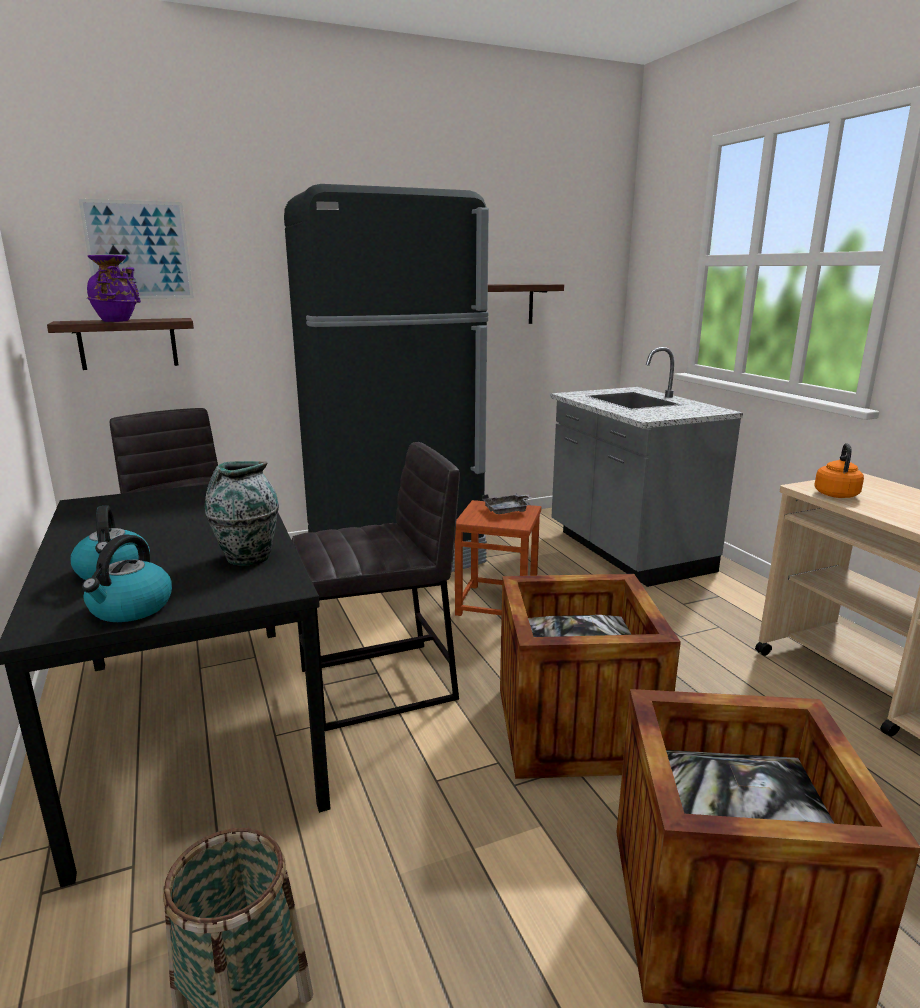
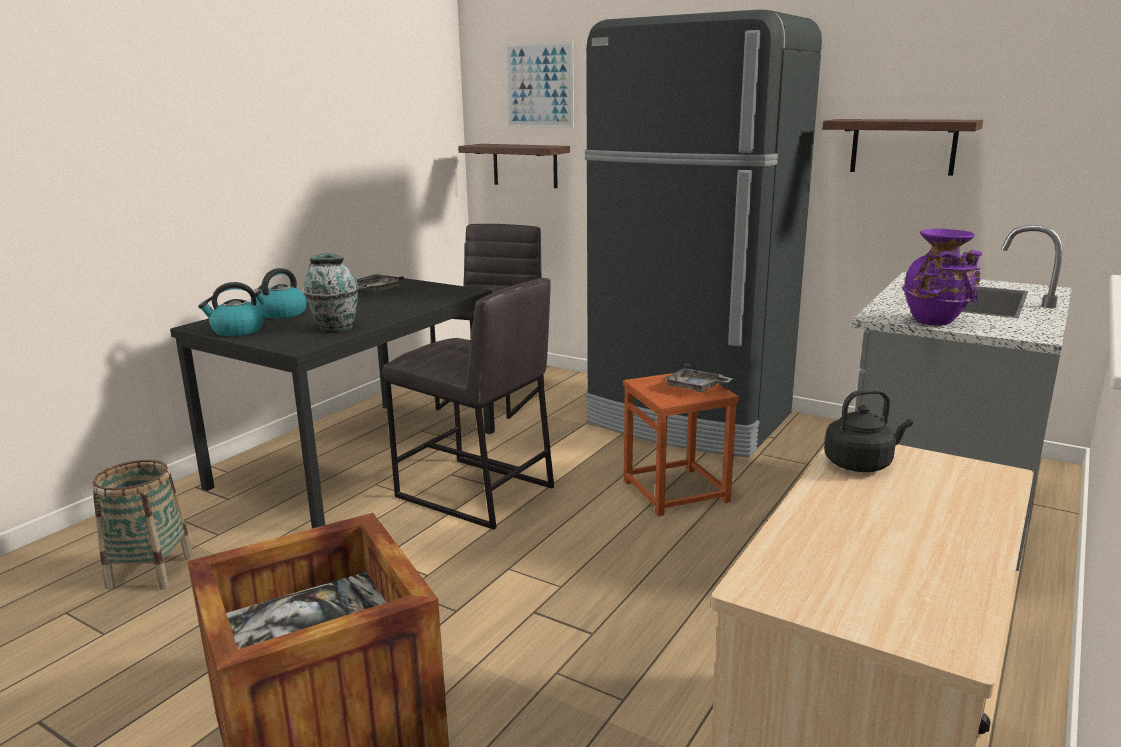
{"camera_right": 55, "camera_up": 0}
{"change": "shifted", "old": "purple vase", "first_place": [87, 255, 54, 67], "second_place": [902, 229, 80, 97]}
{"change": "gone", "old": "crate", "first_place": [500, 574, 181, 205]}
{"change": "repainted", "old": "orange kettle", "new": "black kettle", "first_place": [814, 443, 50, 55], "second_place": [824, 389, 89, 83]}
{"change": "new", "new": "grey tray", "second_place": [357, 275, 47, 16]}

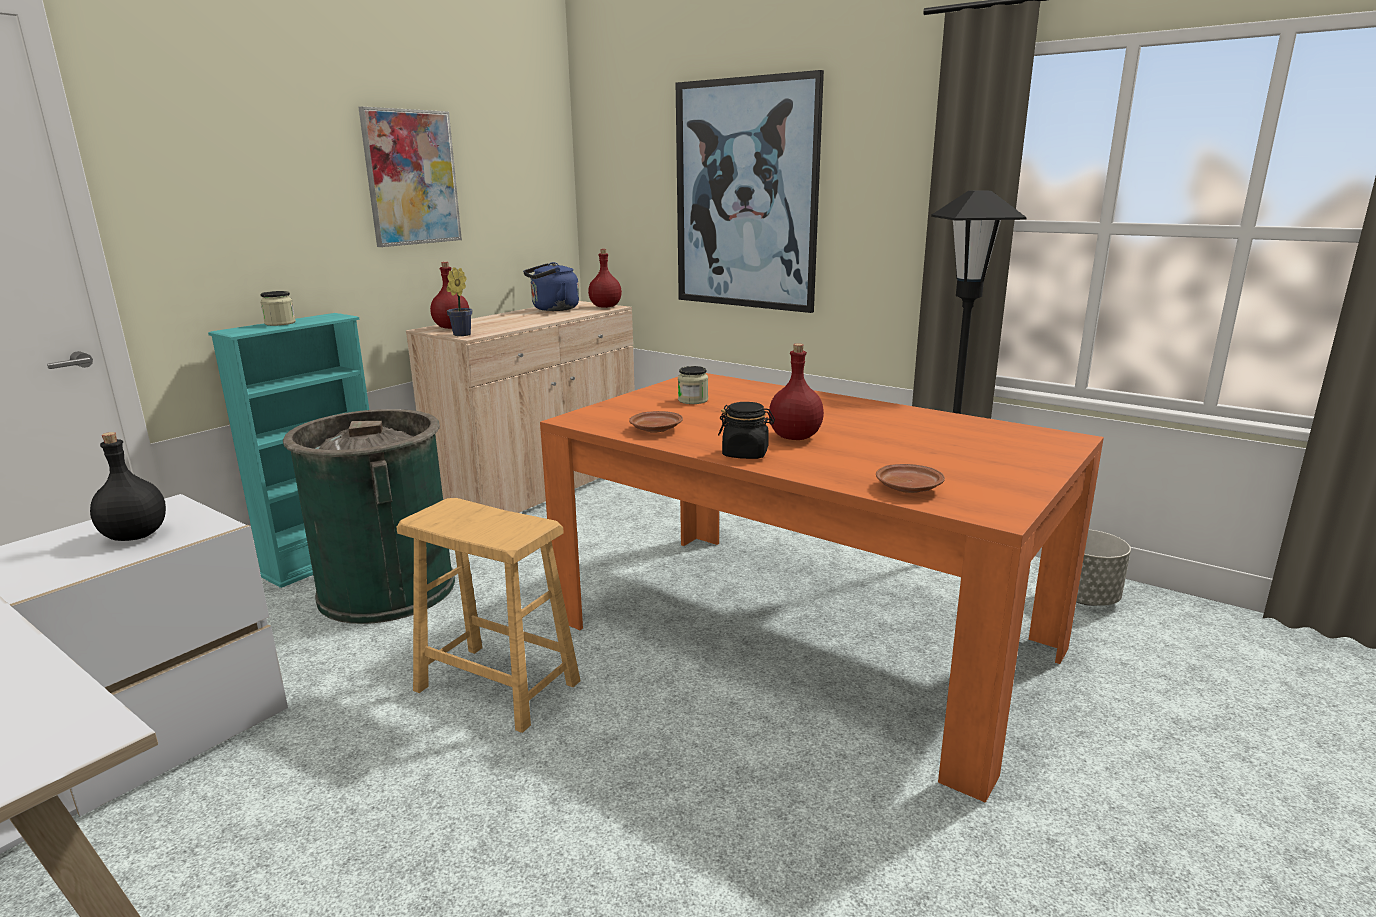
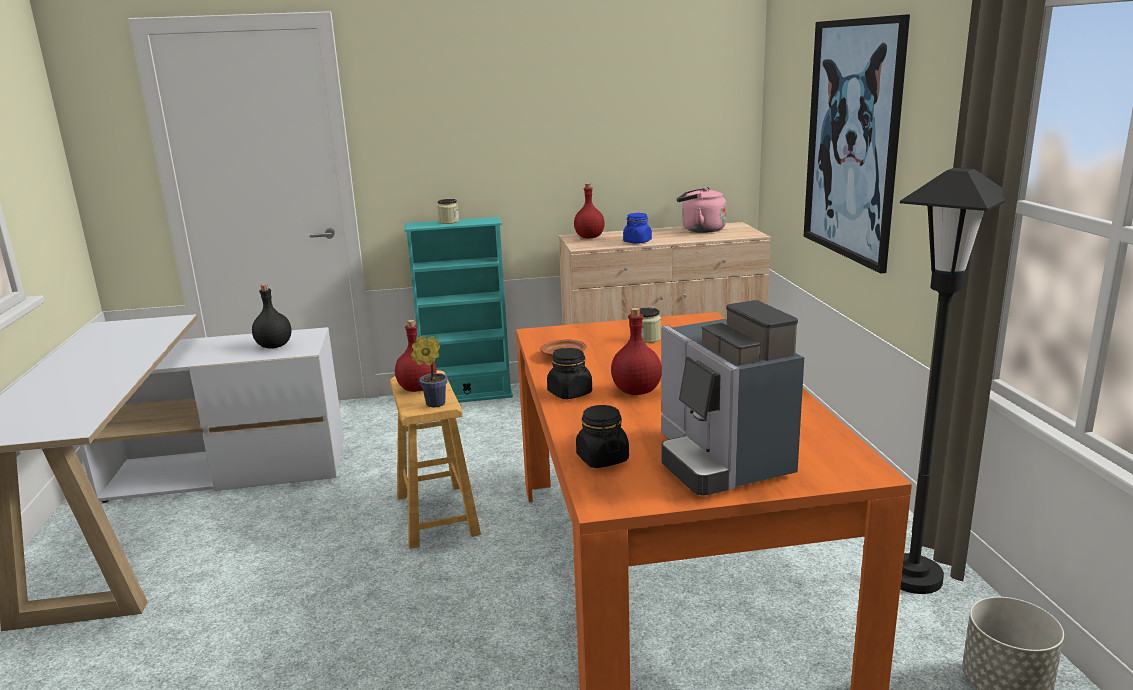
{"camera_right": 45, "camera_up": 0}
{"change": "gone", "old": "green trash can", "first_place": [283, 409, 172, 215]}
{"change": "gone", "old": "picture", "first_place": [358, 107, 104, 140]}
{"change": "shifted", "old": "potted plant", "first_place": [447, 267, 26, 69], "second_place": [411, 336, 36, 71]}
{"change": "repainted", "old": "blue kettle", "new": "pink kettle", "first_place": [523, 262, 56, 49], "second_place": [677, 187, 50, 46]}
{"change": "shifted", "old": "red bottle", "first_place": [588, 249, 34, 59], "second_place": [395, 320, 41, 72]}
{"change": "swapped", "old": "brown plate", "new": "black jar", "first_place": [876, 464, 69, 29], "second_place": [576, 405, 53, 63]}
{"change": "new", "new": "blue jar", "second_place": [623, 213, 29, 31]}
{"change": "new", "new": "coffee machine", "second_place": [661, 300, 143, 196]}

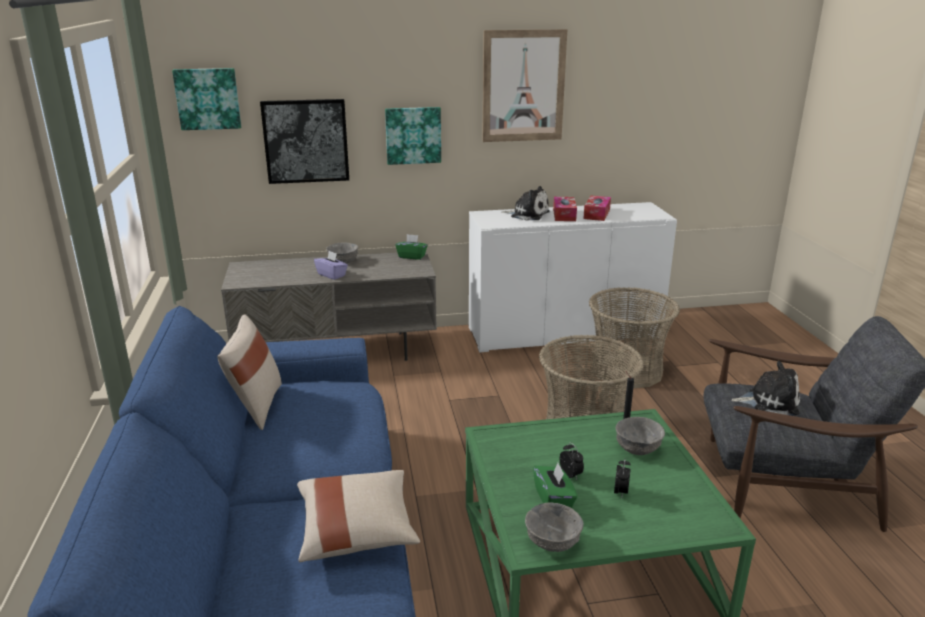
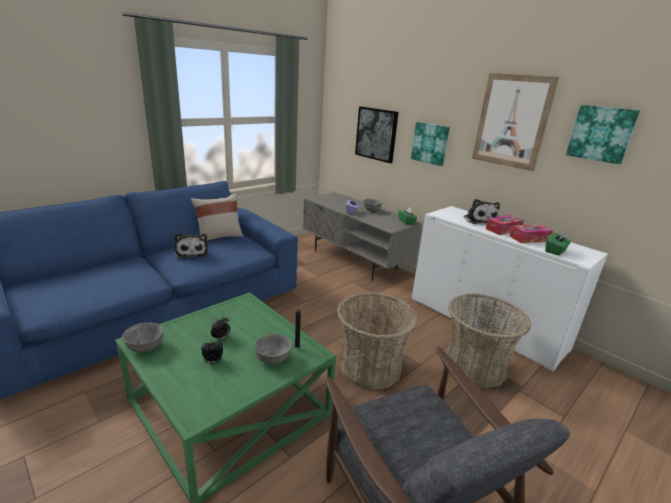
{"camera_right": 55, "camera_up": 0}
{"change": "shifted", "old": "picture", "first_place": [172, 68, 69, 62], "second_place": [566, 105, 74, 59]}
{"change": "gone", "old": "beige pillow", "first_place": [297, 470, 123, 92]}
{"change": "shifted", "old": "green tissue box", "first_place": [533, 463, 44, 45], "second_place": [545, 232, 26, 24]}
{"change": "shifted", "old": "plush toy", "first_place": [731, 361, 69, 55], "second_place": [174, 233, 34, 26]}

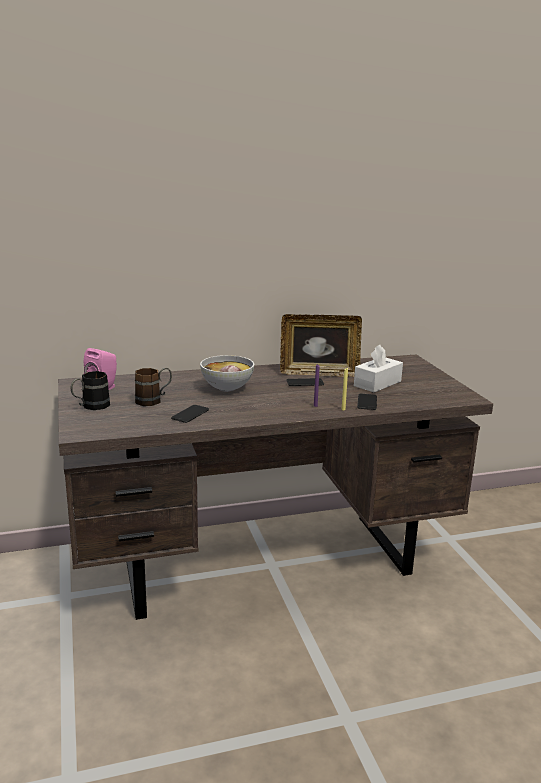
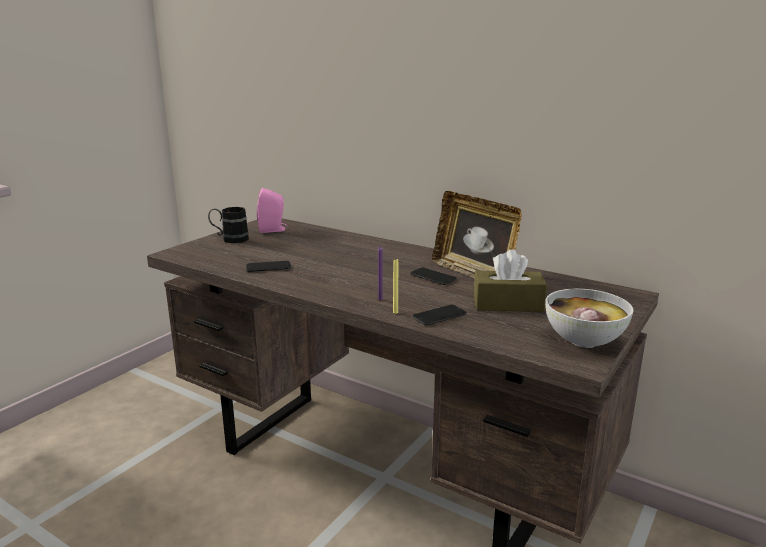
{"camera_right": 50, "camera_up": 0}
{"change": "gone", "old": "brown mug", "first_place": [135, 368, 37, 38]}
{"change": "shifted", "old": "bowl", "first_place": [200, 355, 54, 37], "second_place": [545, 289, 88, 59]}
{"change": "repainted", "old": "white tissue box", "new": "brown tissue box", "first_place": [354, 344, 49, 48], "second_place": [474, 249, 73, 63]}

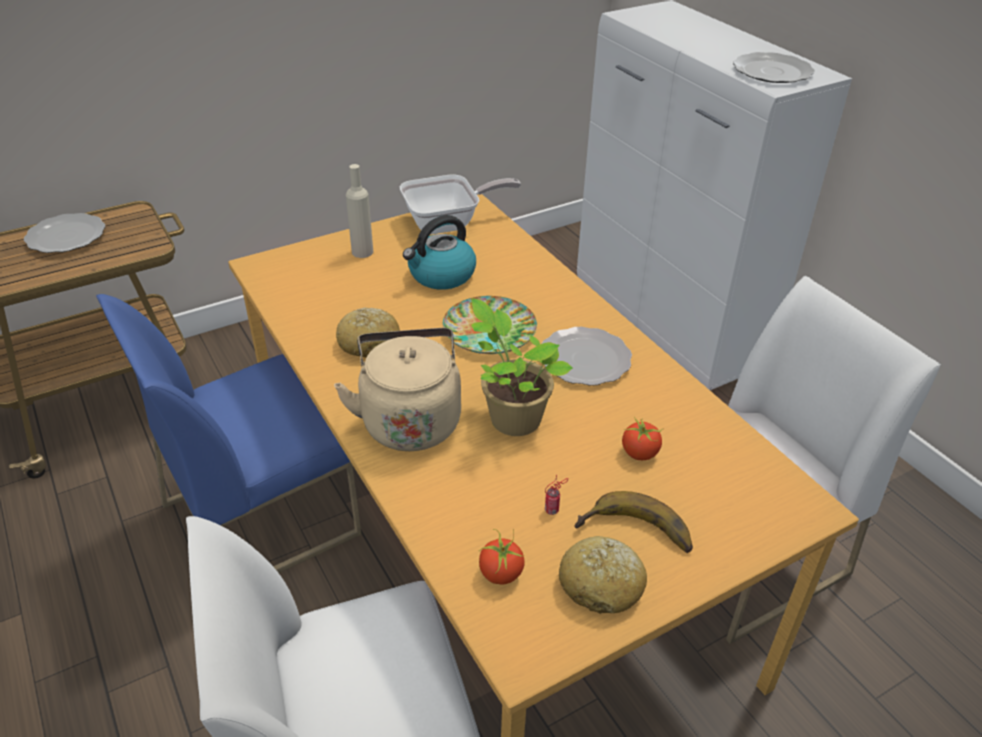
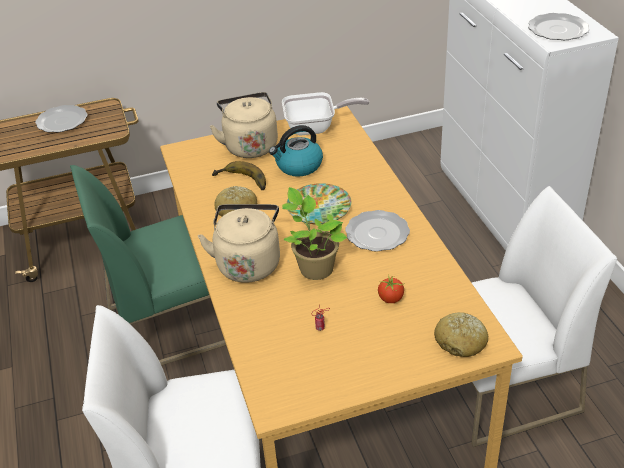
{"camera_right": 15, "camera_up": 0}
{"change": "repainted", "old": "blue chair", "new": "green chair", "first_place": [96, 294, 265, 279], "second_place": [70, 165, 156, 201]}
{"change": "swapped", "old": "beige bottle", "new": "beige kettle", "first_place": [346, 164, 27, 94], "second_place": [210, 92, 68, 66]}
{"change": "gone", "old": "tomato", "first_place": [478, 529, 47, 56]}
{"change": "shifted", "old": "bread", "first_place": [559, 536, 88, 78], "second_place": [434, 312, 54, 45]}
{"change": "shifted", "old": "banana", "first_place": [574, 491, 119, 62], "second_place": [212, 161, 54, 29]}

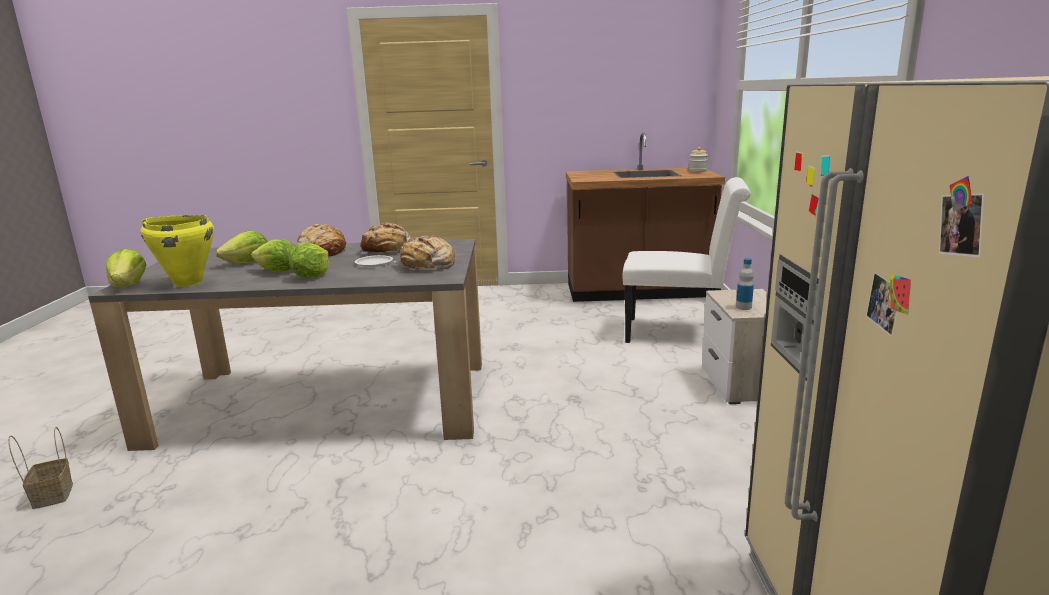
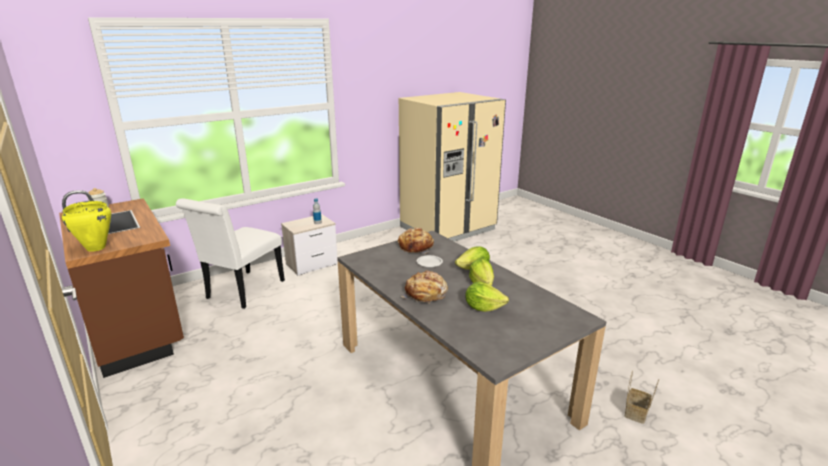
{"camera_right": -125, "camera_up": 5}
{"change": "gone", "old": "lettuce", "first_place": [106, 249, 40, 39]}
{"change": "shifted", "old": "yellow cooking pot", "first_place": [140, 215, 74, 72], "second_place": [62, 201, 49, 51]}
{"change": "gone", "old": "bread", "first_place": [361, 222, 50, 32]}
{"change": "rotated", "old": "white chair", "first_place": [622, 177, 129, 166], "second_place": [176, 198, 109, 111], "degrees": -135}

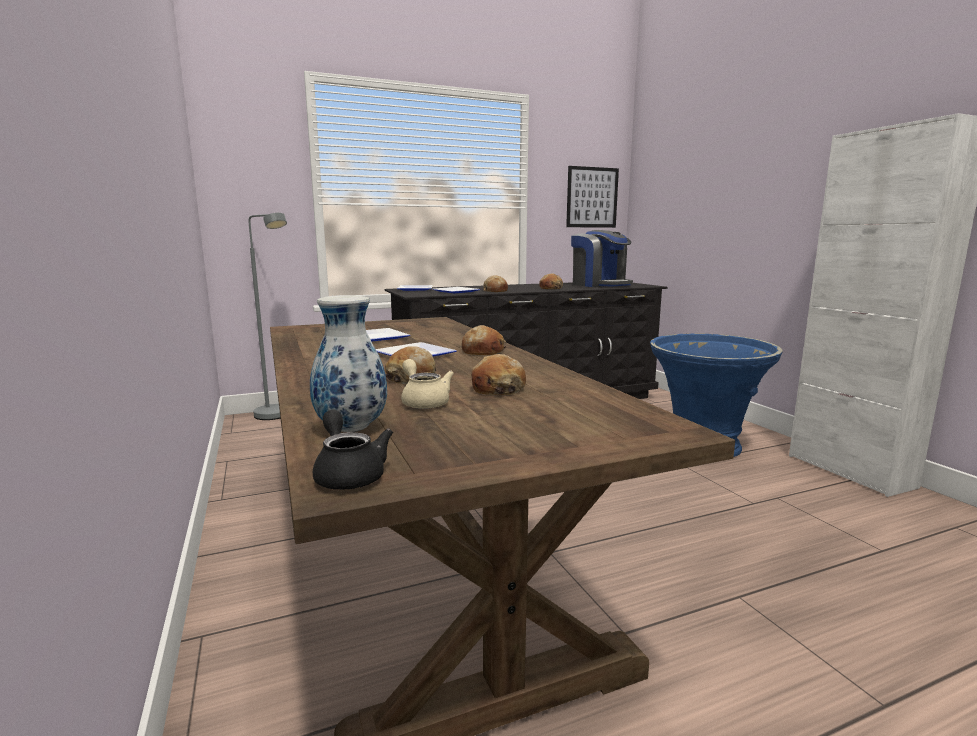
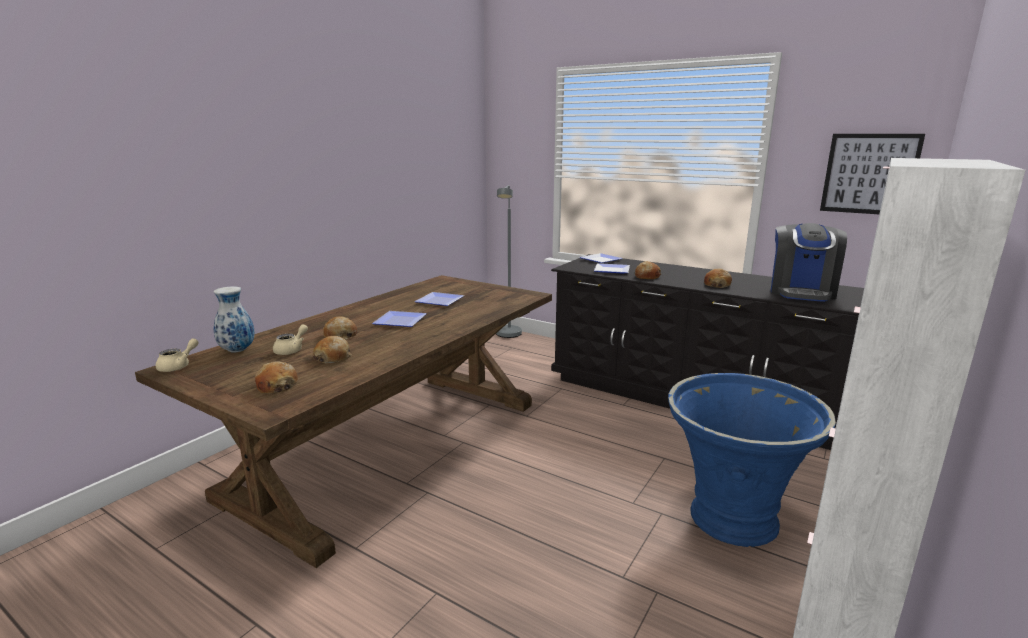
{"camera_right": 55, "camera_up": 5}
{"change": "repainted", "old": "black teapot", "new": "beige teapot", "first_place": [313, 410, 80, 80], "second_place": [156, 338, 43, 34]}
{"change": "shifted", "old": "bread", "first_place": [462, 325, 44, 30], "second_place": [255, 361, 43, 32]}

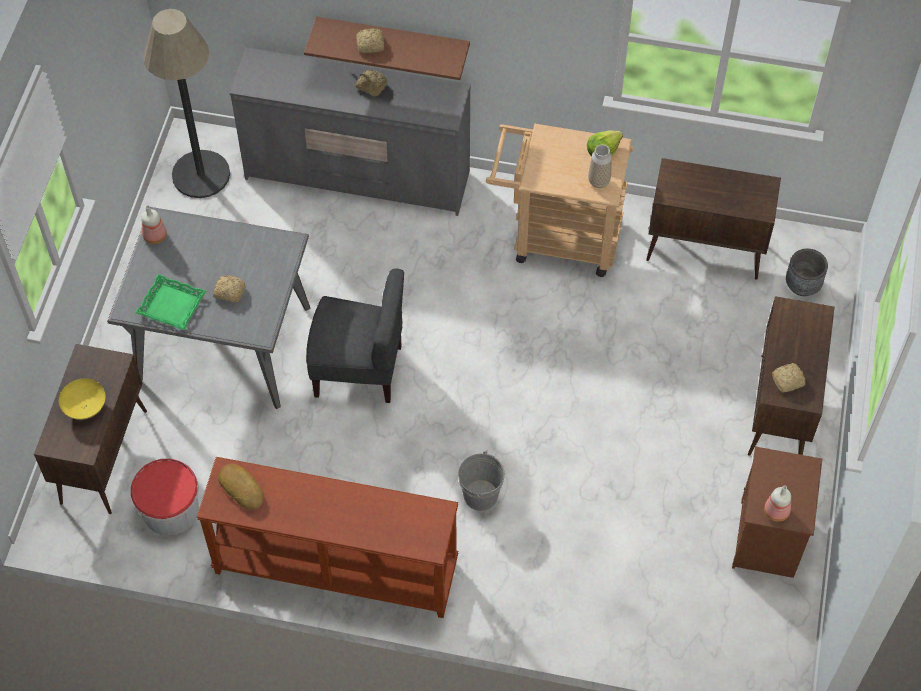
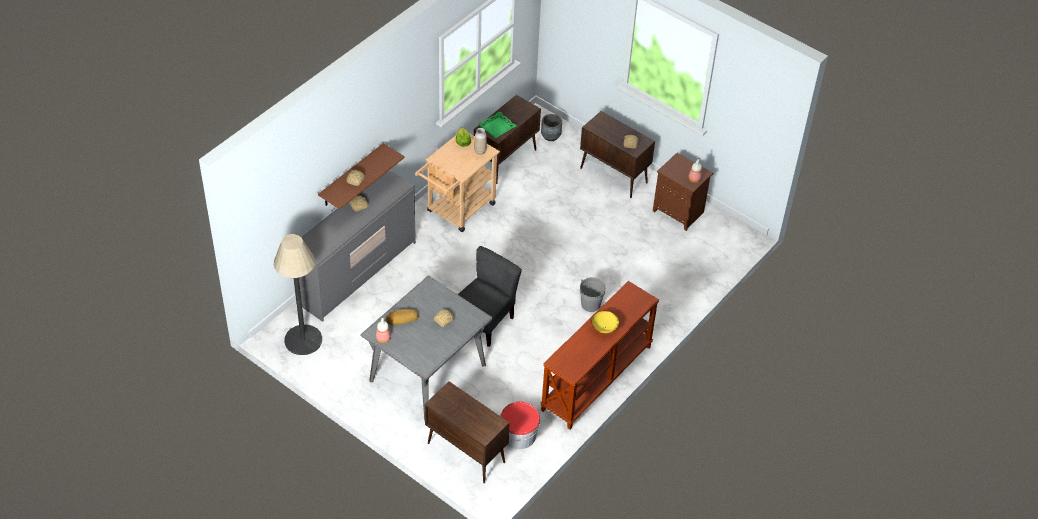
{"camera_right": -65, "camera_up": -10}
{"change": "shifted", "old": "yellow bowl", "first_place": [59, 378, 47, 42], "second_place": [592, 311, 27, 22]}
{"change": "shifted", "old": "green tray", "first_place": [135, 274, 71, 56], "second_place": [478, 112, 39, 26]}
{"change": "shifted", "old": "bread", "first_place": [218, 464, 45, 46], "second_place": [386, 309, 33, 16]}

